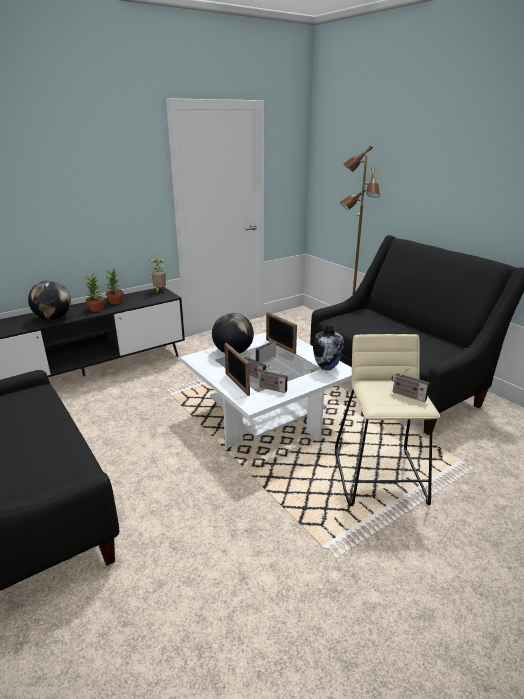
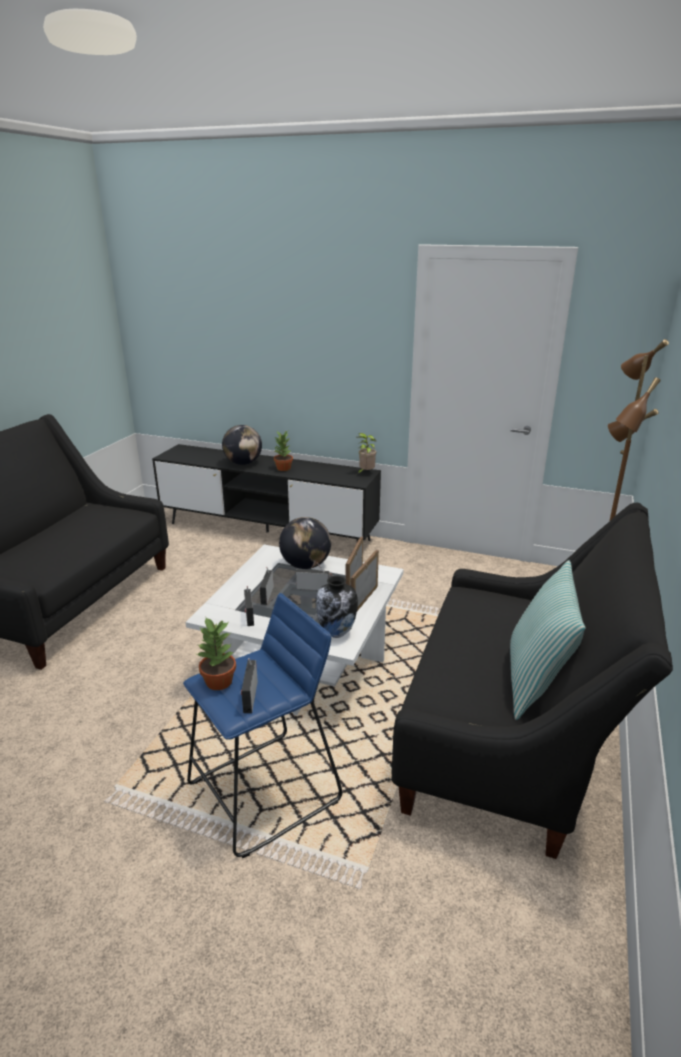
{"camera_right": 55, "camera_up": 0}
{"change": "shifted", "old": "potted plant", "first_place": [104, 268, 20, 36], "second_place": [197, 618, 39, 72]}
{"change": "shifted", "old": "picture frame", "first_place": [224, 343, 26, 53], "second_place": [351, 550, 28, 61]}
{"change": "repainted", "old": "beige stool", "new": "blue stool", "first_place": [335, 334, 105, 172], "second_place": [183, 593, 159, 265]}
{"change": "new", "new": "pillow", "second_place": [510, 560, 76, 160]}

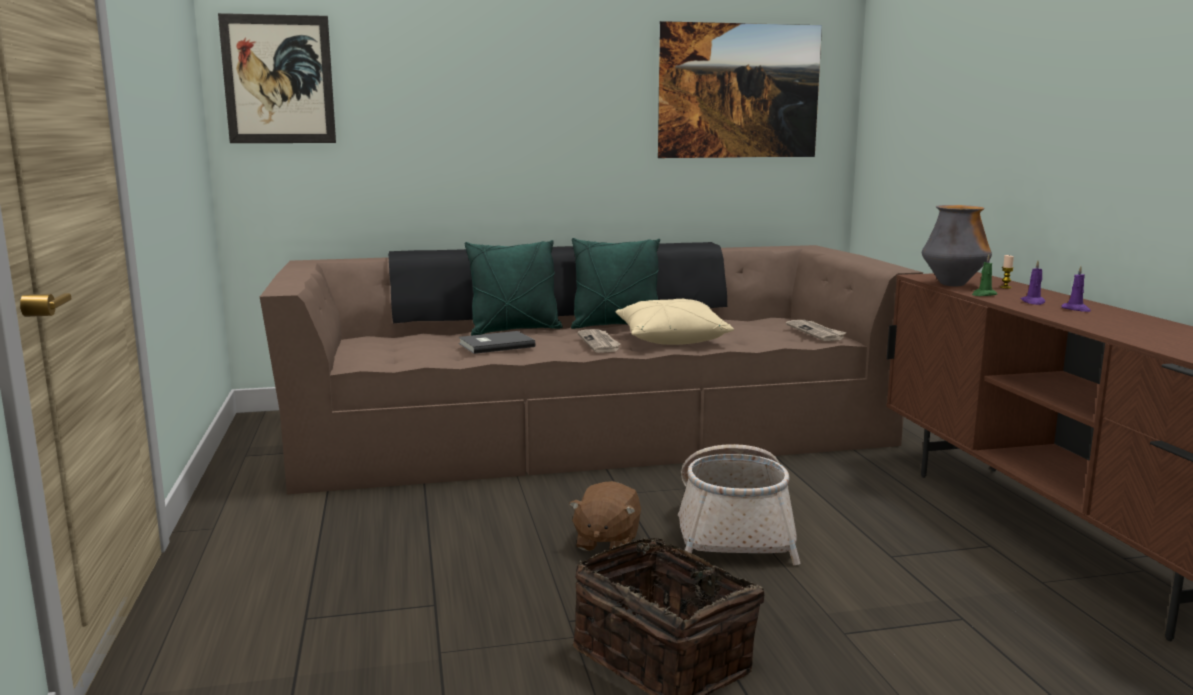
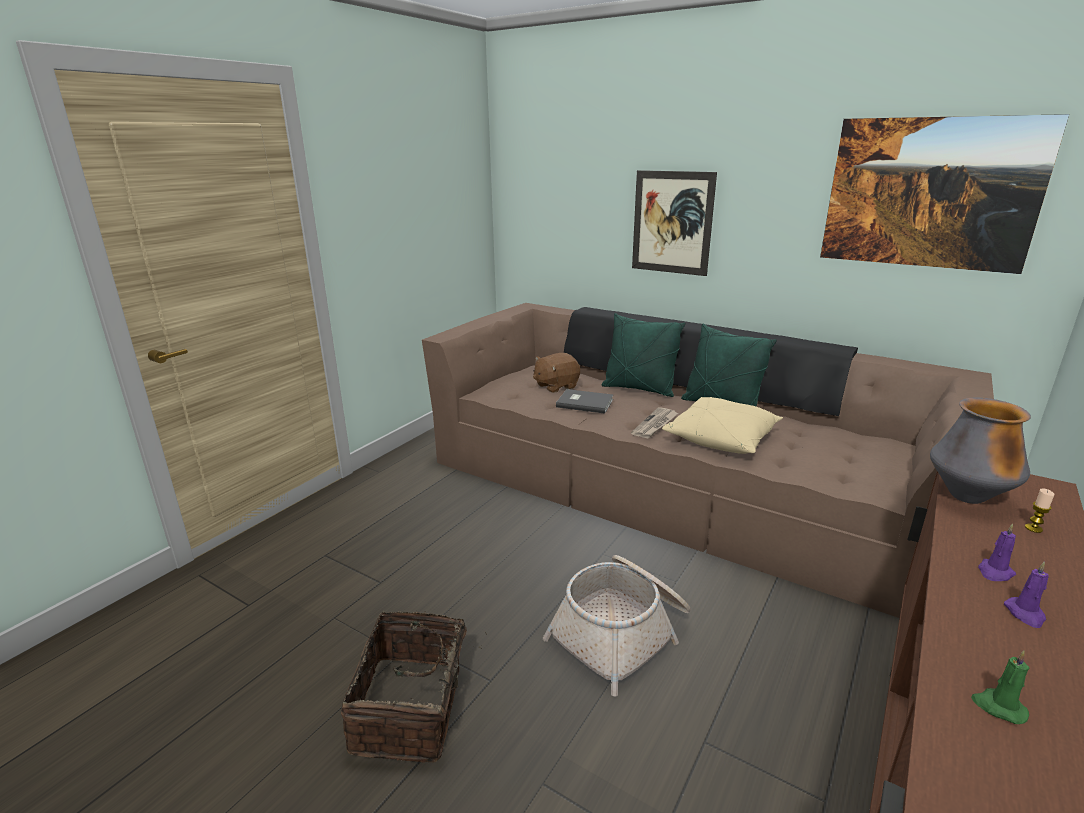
{"camera_right": 45, "camera_up": 10}
{"change": "shifted", "old": "picture", "first_place": [218, 13, 118, 130], "second_place": [632, 170, 85, 106]}
{"change": "shifted", "old": "brown plush toy", "first_place": [569, 481, 72, 70], "second_place": [533, 353, 47, 40]}
{"change": "gone", "old": "newspaper", "first_place": [786, 320, 60, 21]}
{"change": "shifted", "old": "green candle", "first_place": [972, 254, 25, 42], "second_place": [971, 650, 58, 74]}

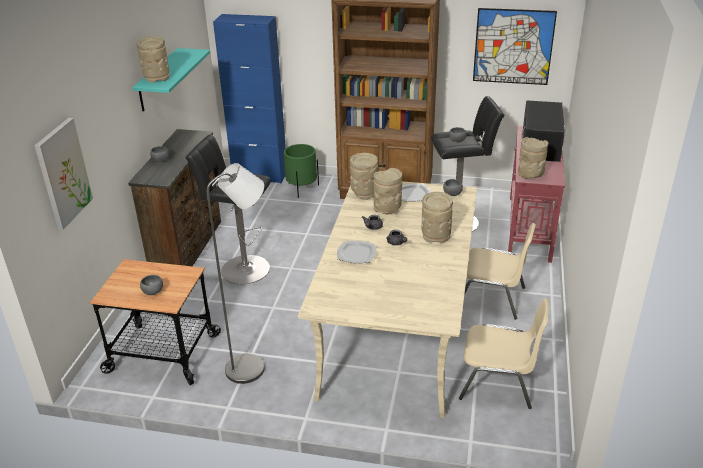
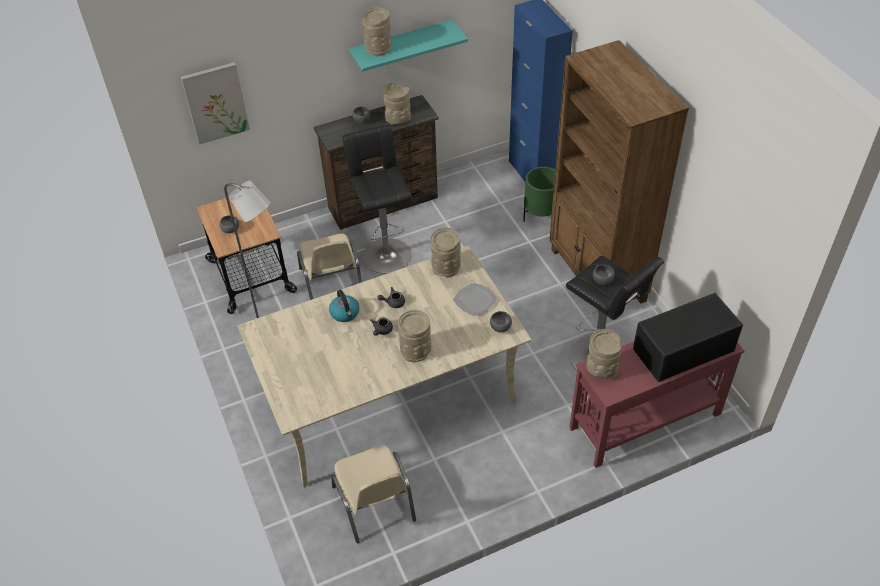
{"camera_right": 55, "camera_up": 15}
{"change": "swapped", "old": "plate", "new": "kettle", "first_place": [337, 241, 40, 22], "second_place": [329, 290, 30, 32]}
{"change": "shifted", "old": "beige vase", "first_place": [374, 168, 28, 46], "second_place": [383, 83, 28, 42]}
{"change": "shifted", "old": "beige chair", "first_place": [464, 223, 72, 97], "second_place": [297, 233, 65, 67]}
{"change": "gone", "old": "picture", "first_place": [473, 8, 84, 77]}

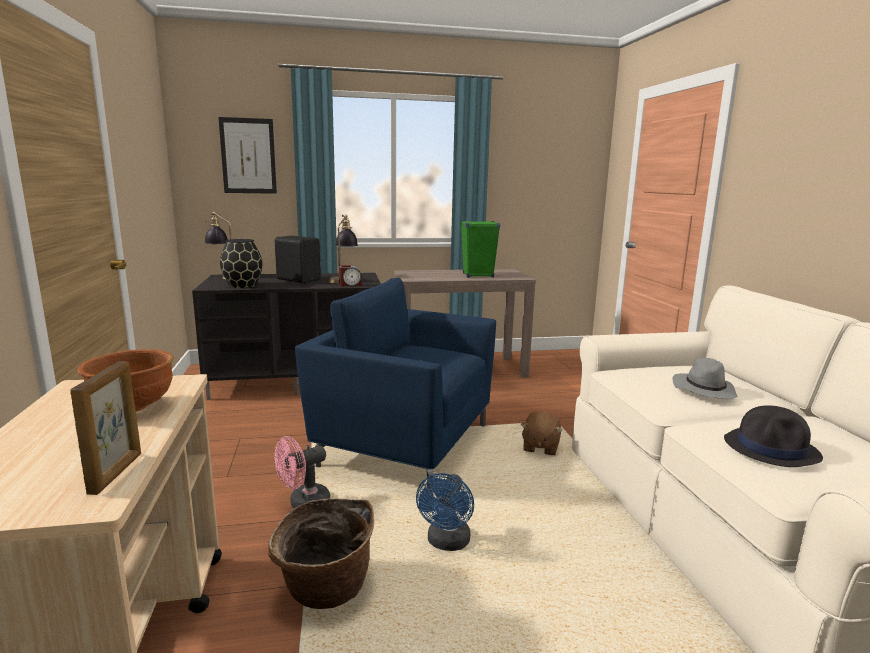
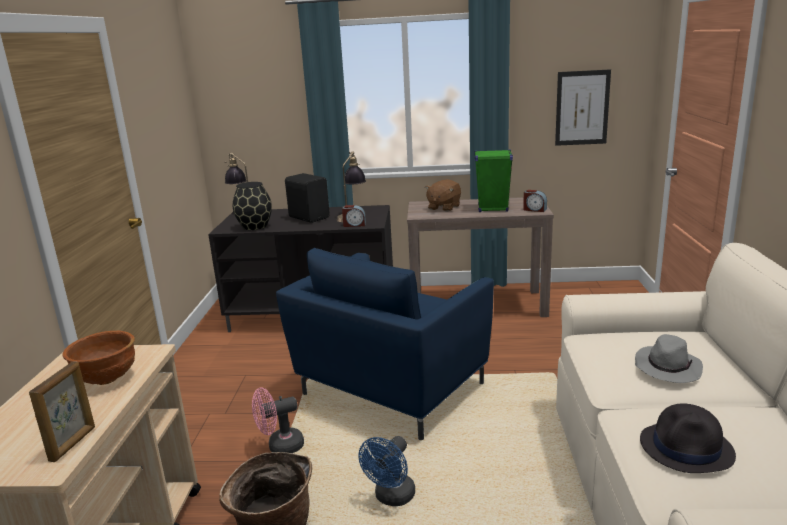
{"camera_right": 15, "camera_up": 5}
{"change": "shifted", "old": "picture", "first_place": [218, 117, 59, 77], "second_place": [555, 69, 56, 77]}
{"change": "rotated", "old": "blue armchair", "first_place": [295, 278, 201, 216], "second_place": [276, 248, 218, 192], "degrees": -90}
{"change": "shifted", "old": "brown plush toy", "first_place": [520, 411, 42, 44], "second_place": [425, 179, 36, 33]}
{"change": "new", "new": "alarm clock", "second_place": [523, 190, 24, 22]}

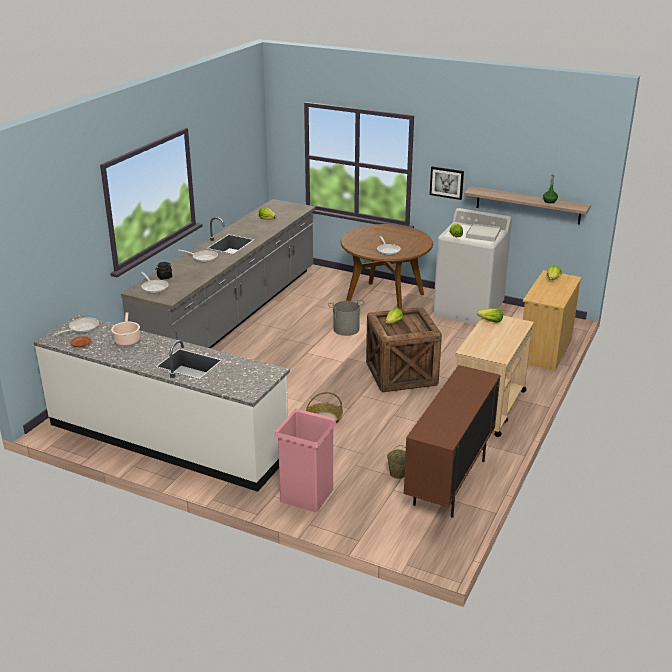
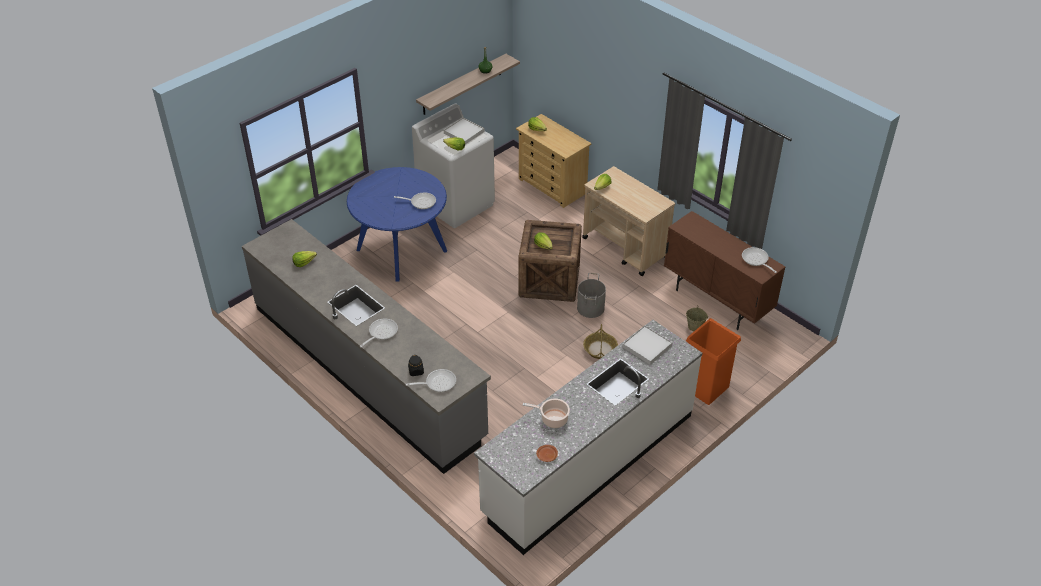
{"camera_right": -70, "camera_up": 15}
{"change": "shifted", "old": "frying pan", "first_place": [54, 317, 45, 18], "second_place": [742, 247, 35, 26]}
{"change": "repainted", "old": "pink trash can", "new": "orange trash can", "first_place": [274, 409, 63, 104], "second_place": [686, 318, 55, 87]}
{"change": "shifted", "old": "grey bucket", "first_place": [328, 300, 37, 36], "second_place": [577, 273, 29, 45]}
{"change": "repainted", "old": "brown dining table", "new": "blue dining table", "first_place": [341, 224, 92, 85], "second_place": [347, 167, 100, 115]}
{"change": "gone", "old": "picture", "first_place": [430, 167, 34, 33]}
{"change": "new", "new": "white tray", "second_place": [623, 325, 49, 40]}

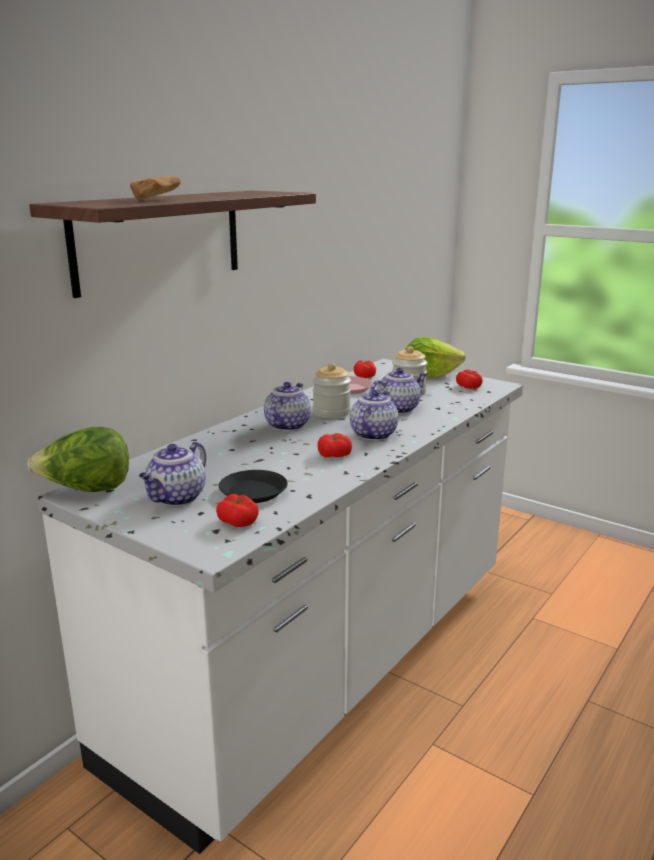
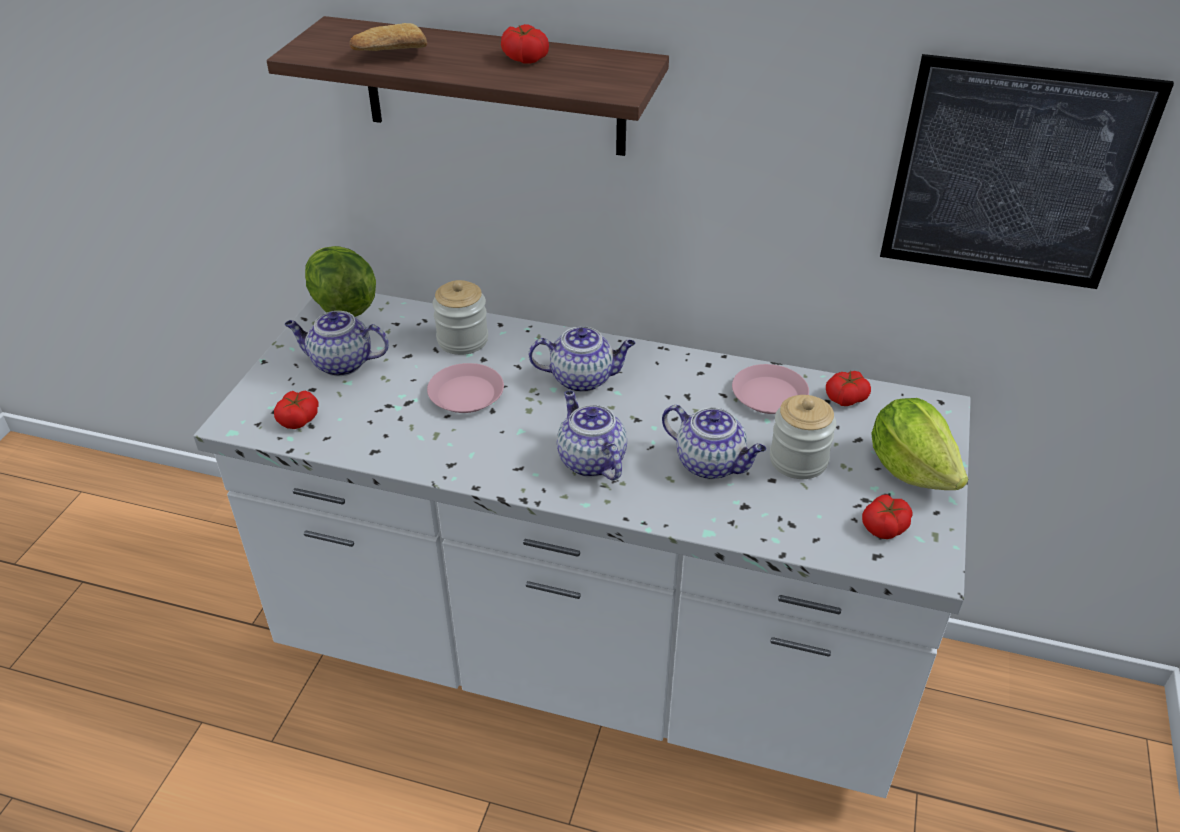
{"camera_right": 70, "camera_up": 20}
{"change": "gone", "old": "black plate", "first_place": [219, 470, 69, 33]}
{"change": "shifted", "old": "jar", "first_place": [313, 363, 38, 55], "second_place": [432, 280, 56, 75]}
{"change": "shifted", "old": "tomato", "first_place": [317, 433, 35, 24], "second_place": [501, 24, 48, 40]}
{"change": "rotated", "old": "teapot", "first_place": [350, 390, 48, 51], "second_place": [557, 391, 70, 90], "degrees": -120}
{"change": "new", "new": "pink plate", "second_place": [427, 363, 77, 50]}
{"change": "new", "new": "picture", "second_place": [880, 54, 294, 235]}

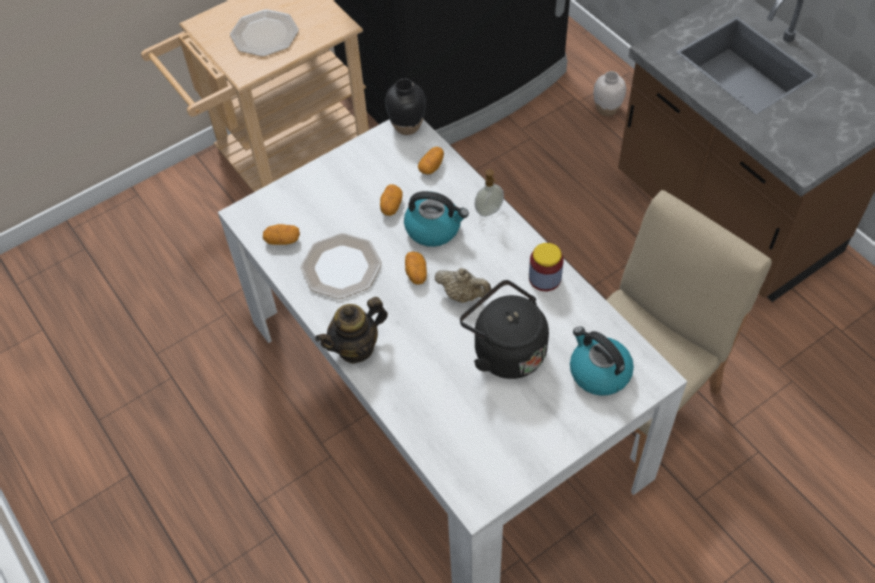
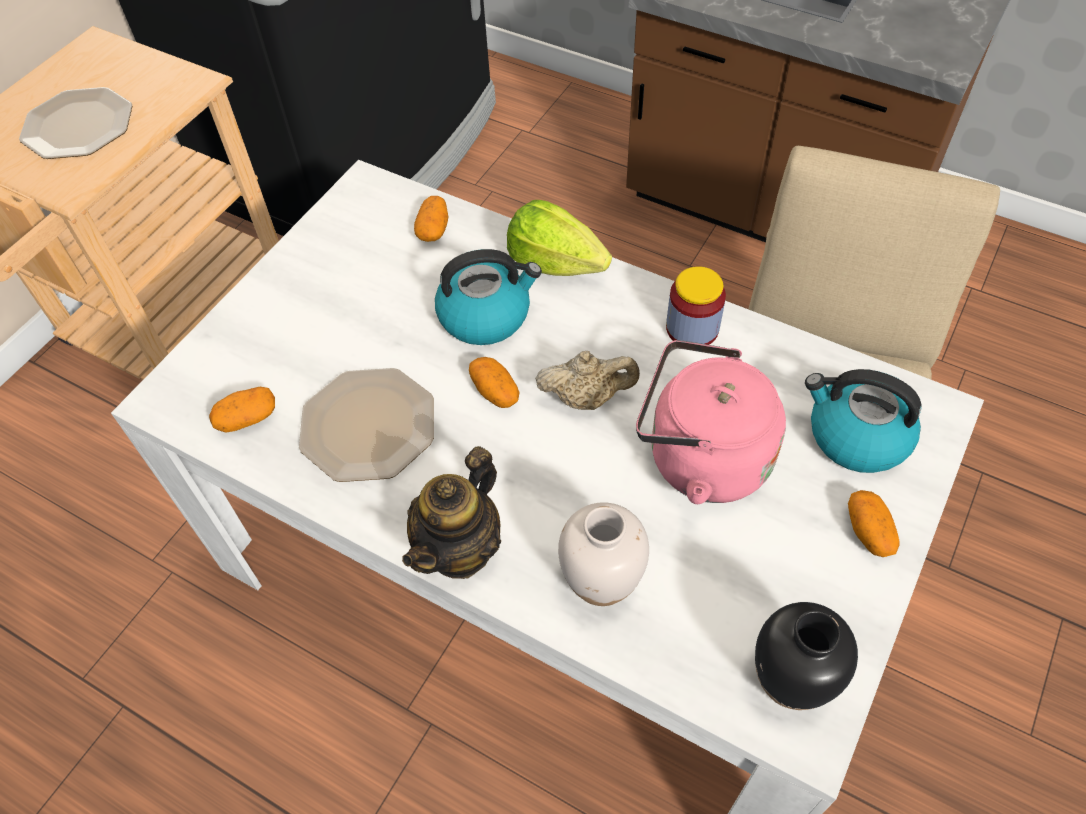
{"camera_right": -25, "camera_up": 0}
{"change": "shifted", "old": "potato", "first_place": [380, 184, 23, 32], "second_place": [848, 490, 52, 67]}
{"change": "shifted", "old": "black vase", "first_place": [385, 79, 41, 56], "second_place": [755, 602, 103, 108]}
{"change": "repainted", "old": "black kettle", "new": "pink kettle", "first_place": [460, 280, 89, 99], "second_place": [636, 340, 150, 164]}
{"change": "swapped", "old": "soap dispenser", "new": "lettuce", "first_place": [474, 169, 30, 48], "second_place": [507, 200, 105, 76]}
{"change": "shifted", "old": "white vase", "first_place": [594, 71, 32, 45], "second_place": [558, 502, 91, 104]}

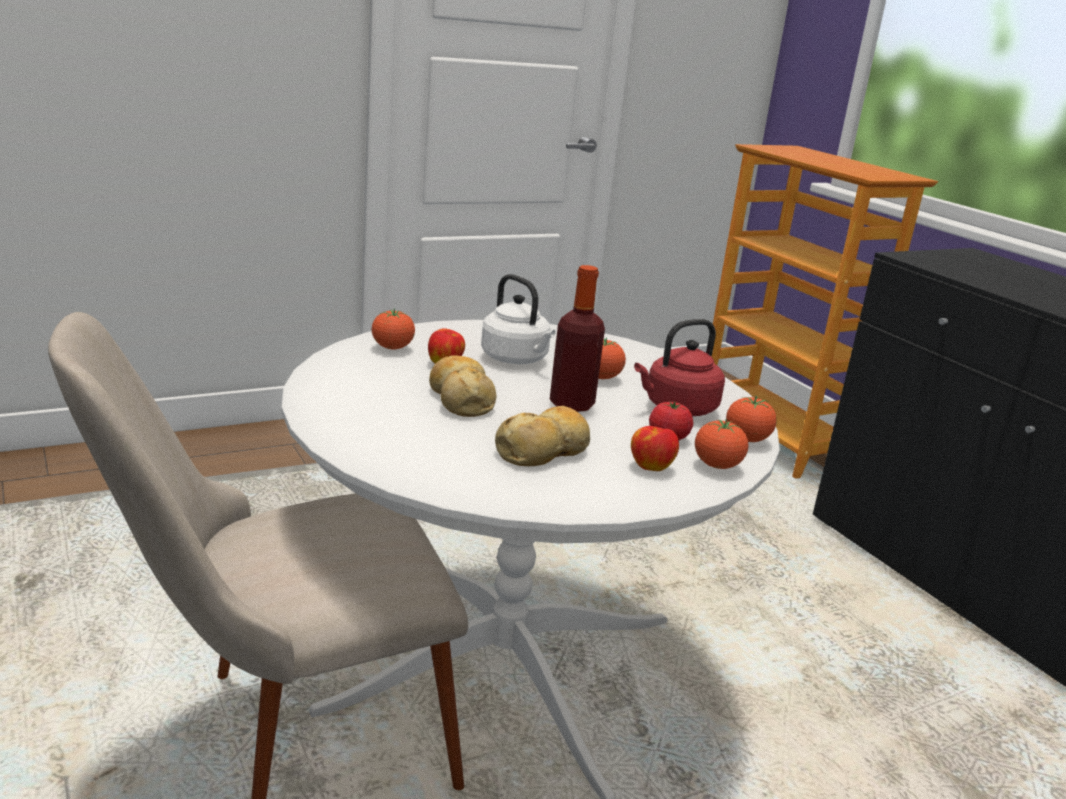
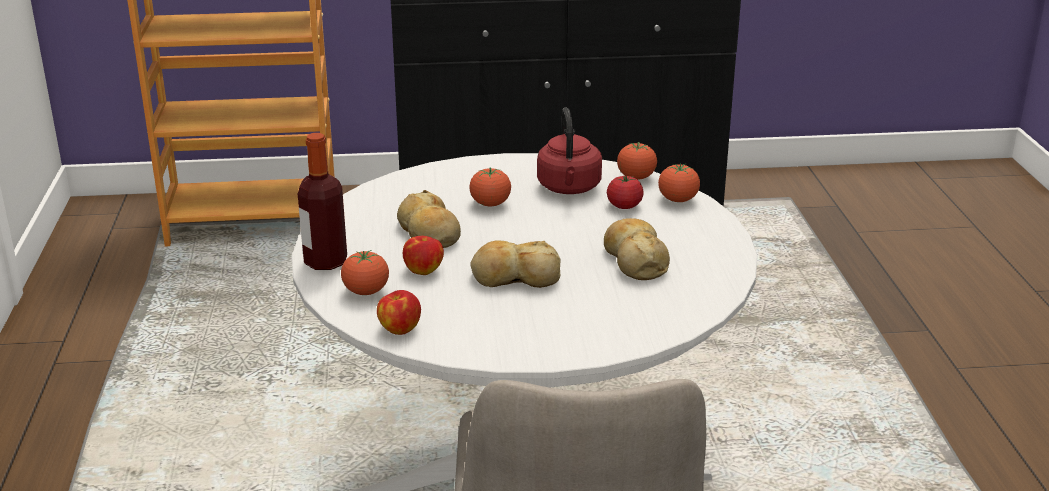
{"camera_right": -65, "camera_up": 5}
{"change": "swapped", "old": "white kettle", "new": "bread", "first_place": [481, 274, 75, 90], "second_place": [397, 190, 64, 58]}
{"change": "shifted", "old": "bottle", "first_place": [550, 265, 55, 147], "second_place": [298, 133, 49, 137]}
{"change": "shifted", "old": "apple", "first_place": [631, 426, 48, 45], "second_place": [377, 290, 44, 45]}

